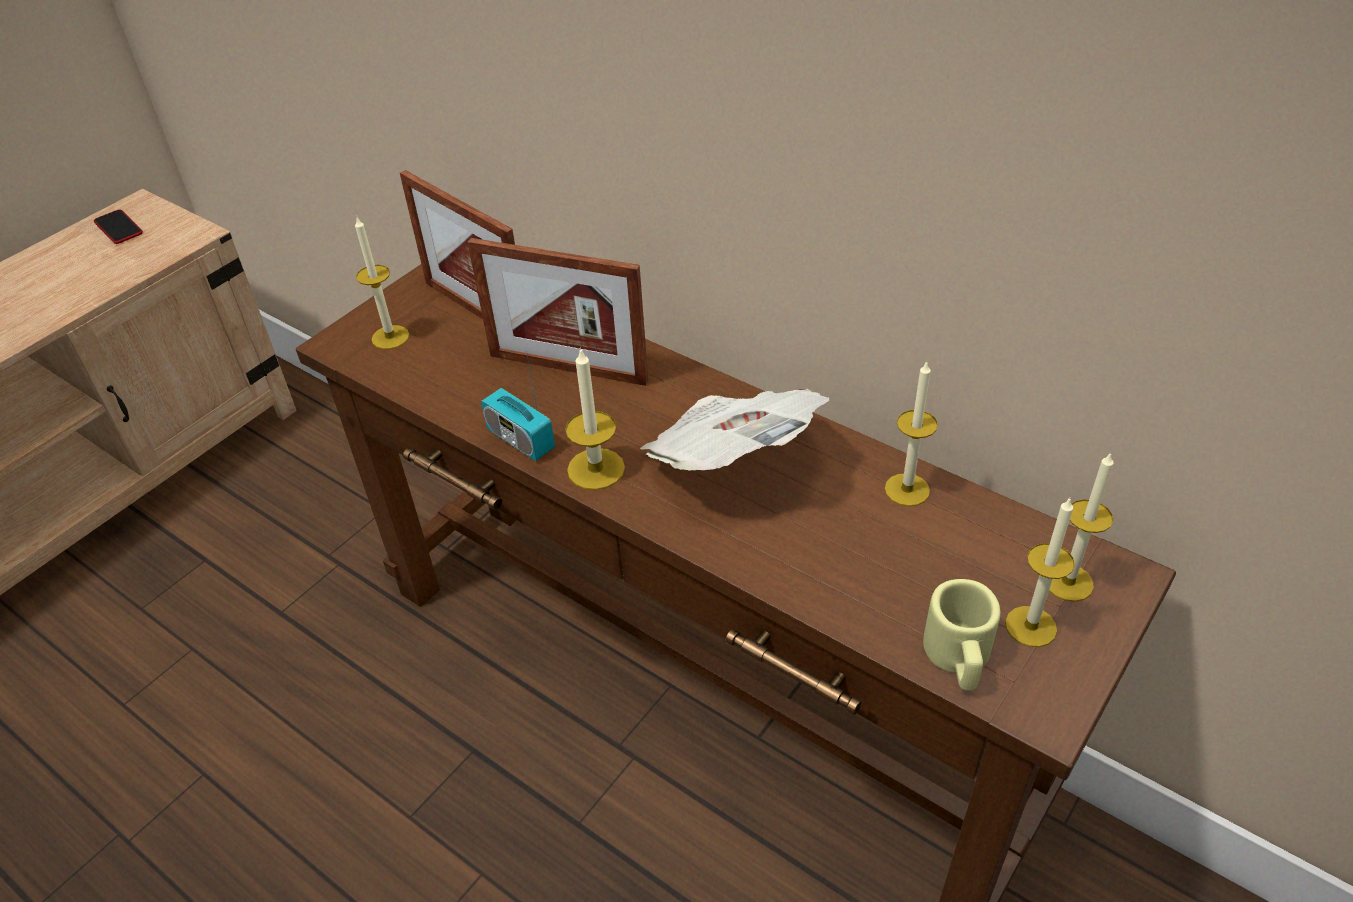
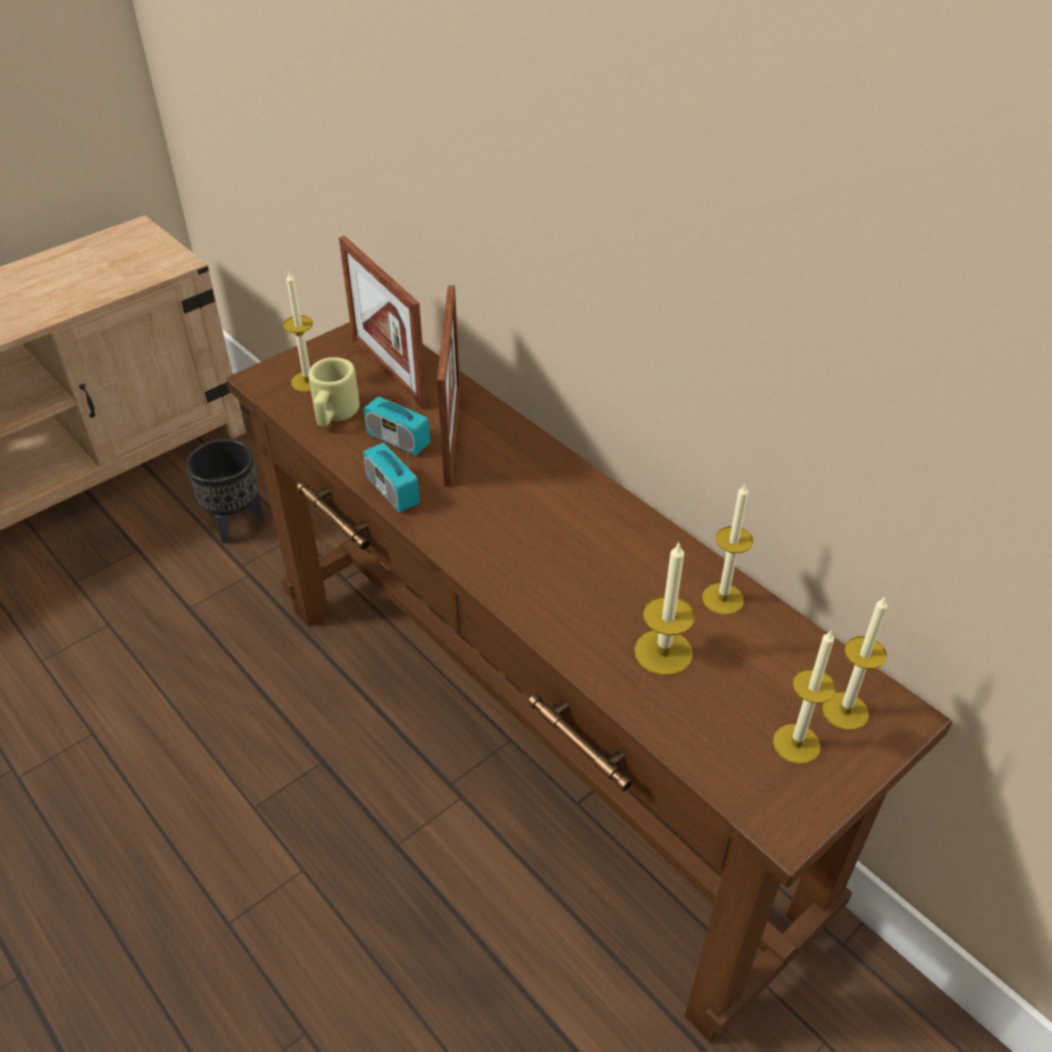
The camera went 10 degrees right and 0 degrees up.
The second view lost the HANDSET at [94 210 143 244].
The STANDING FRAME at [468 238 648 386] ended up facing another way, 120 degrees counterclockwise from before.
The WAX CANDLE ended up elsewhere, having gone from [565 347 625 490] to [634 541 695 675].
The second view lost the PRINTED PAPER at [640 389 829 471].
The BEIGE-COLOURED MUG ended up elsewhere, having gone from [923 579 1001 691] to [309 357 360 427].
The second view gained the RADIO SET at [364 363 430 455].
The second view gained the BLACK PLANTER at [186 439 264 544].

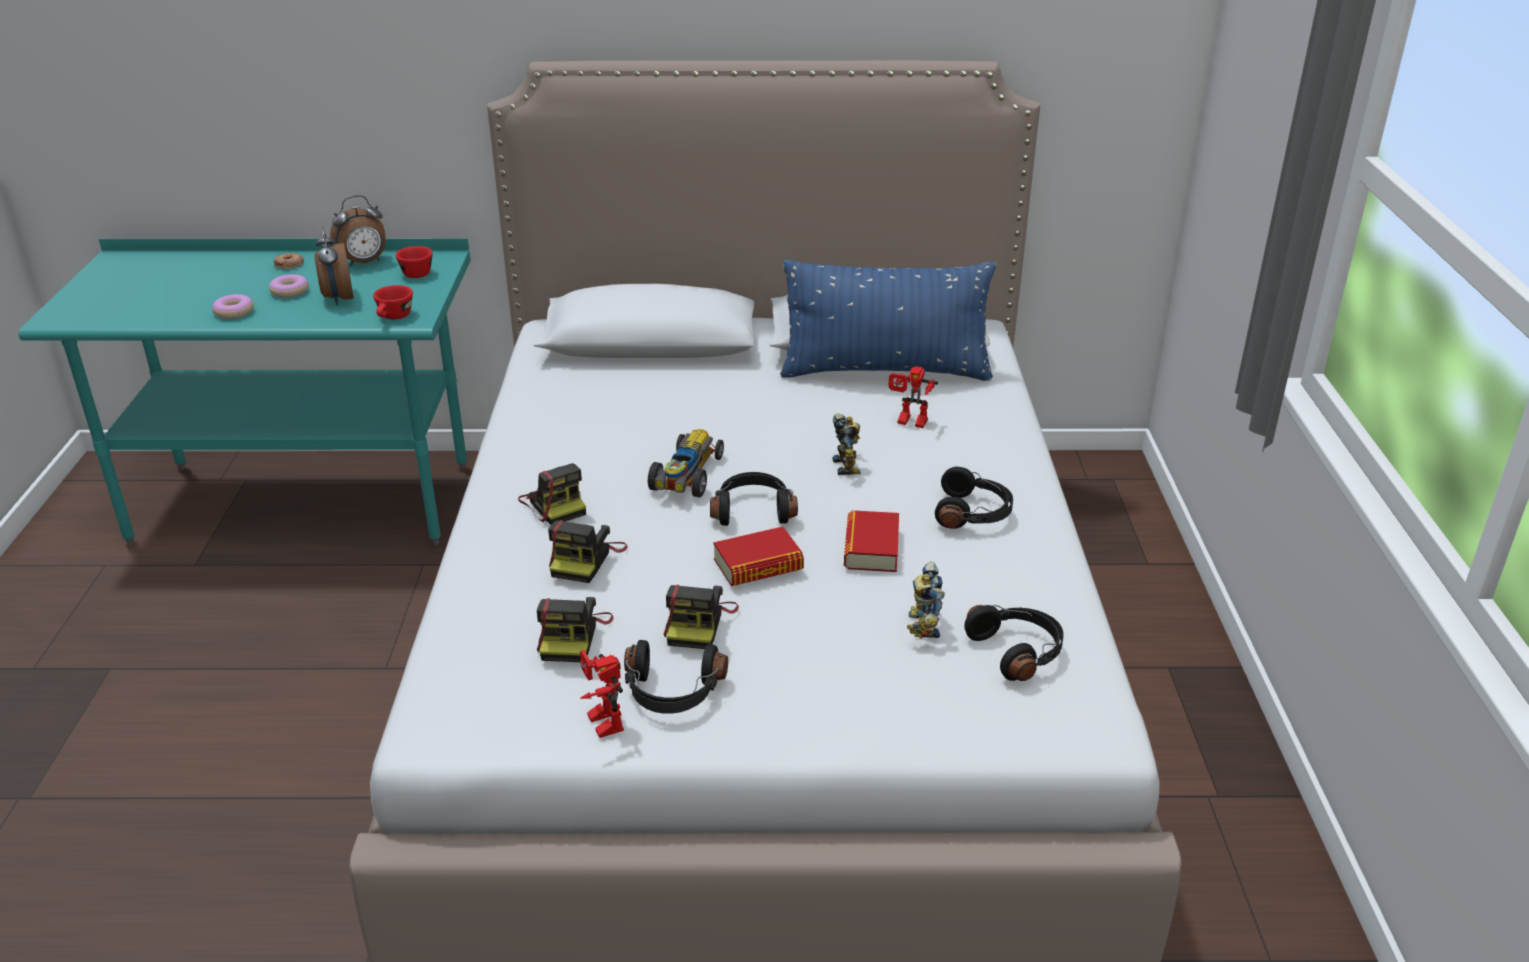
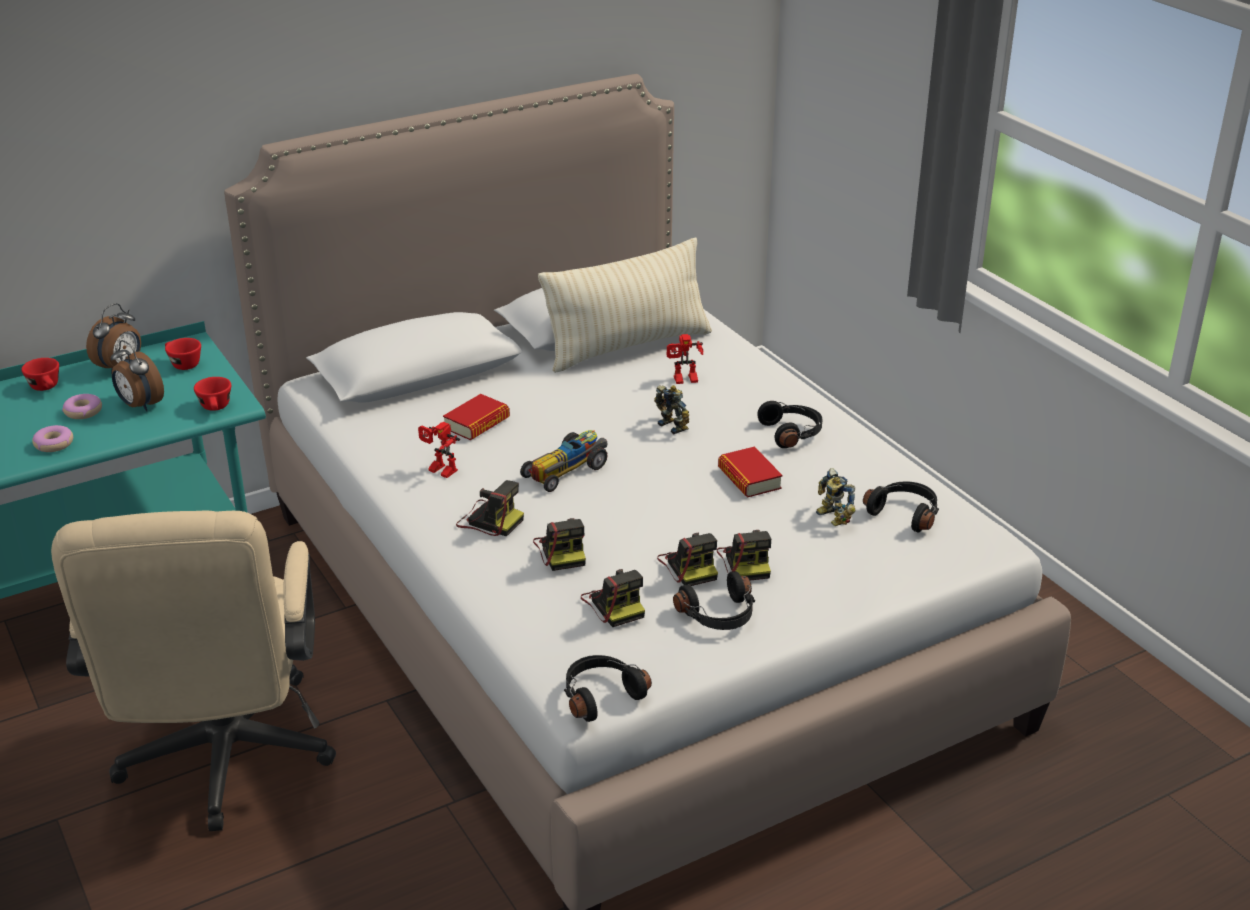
The camera went 30 degrees left and 0 degrees up.
Where the DOUGHNUT stood at [274 253 304 269], the RED SMALL CUP came to stand at [21 358 59 391].
What was the BLUISH CUSHION at [780 260 996 381] turned into the BEIGE-COLOURED CUSHION at [538 238 712 373].
The MODEL CAR at [648 429 724 498] ended up facing another way, 120 degrees counterclockwise from before.
The BLACK PAIR OF HEADPHONES ended up elsewhere, having gone from [710 472 798 526] to [564 655 652 722].
The BOUND BOOK ended up elsewhere, having gone from [713 527 804 586] to [443 394 510 440].
The ROBOT FIGURE ended up elsewhere, having gone from [580 650 624 738] to [418 422 460 478].
The second view gained the BEIGE-COLOURED COMPUTER CHAIR at [51 510 336 831].
The second view gained the STILL CAMERA at [717 530 771 580].

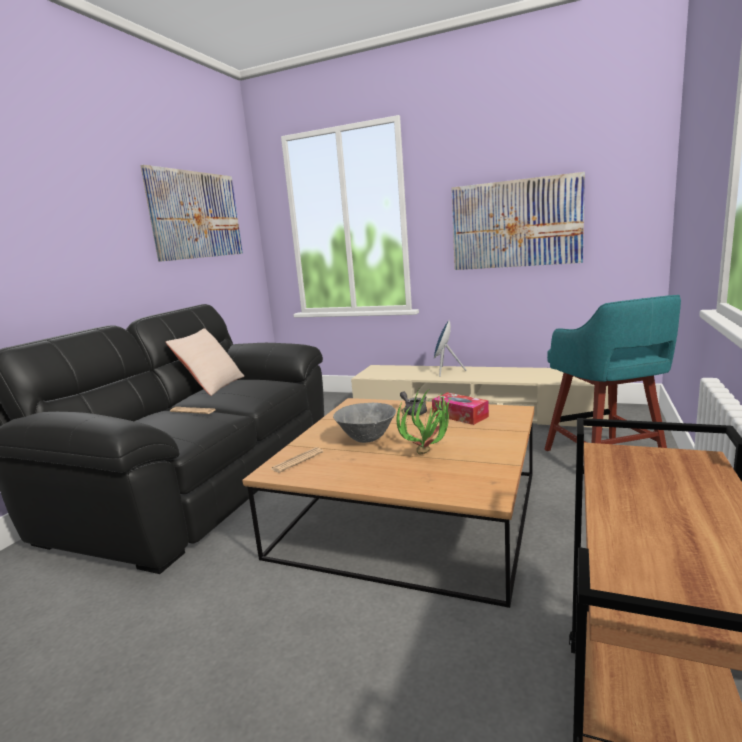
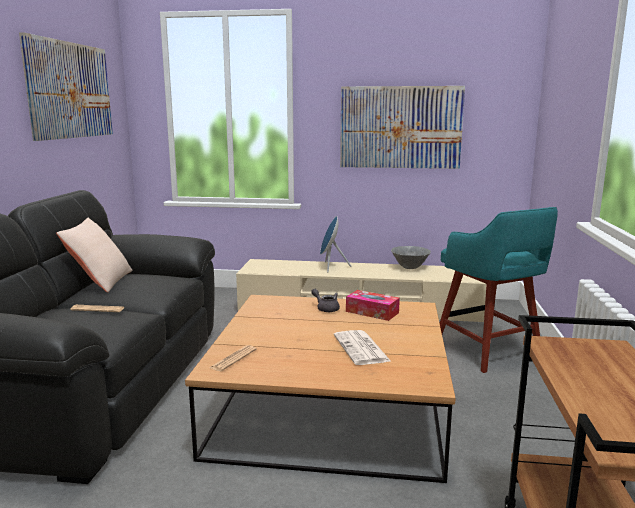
The camera went 15 degrees left and 0 degrees up.
Where the PLANT IN A POT stood at [397 387 452 455], the PRINTED PAPER came to stand at [334 330 390 365].
The GRAY BOWL ended up elsewhere, having gone from [333 403 396 443] to [391 246 431 269].

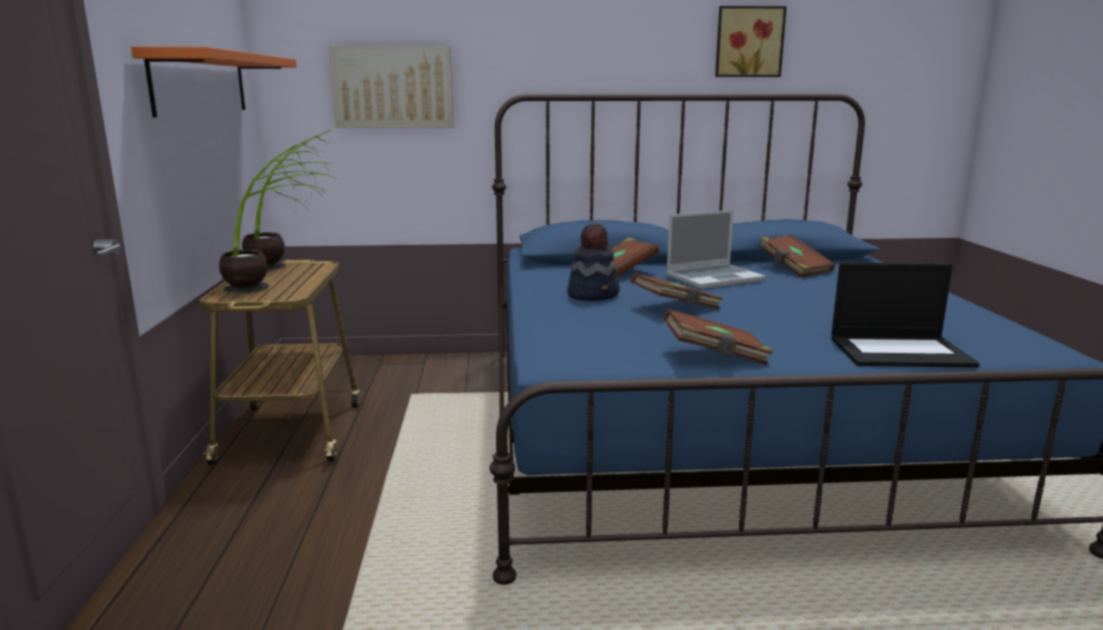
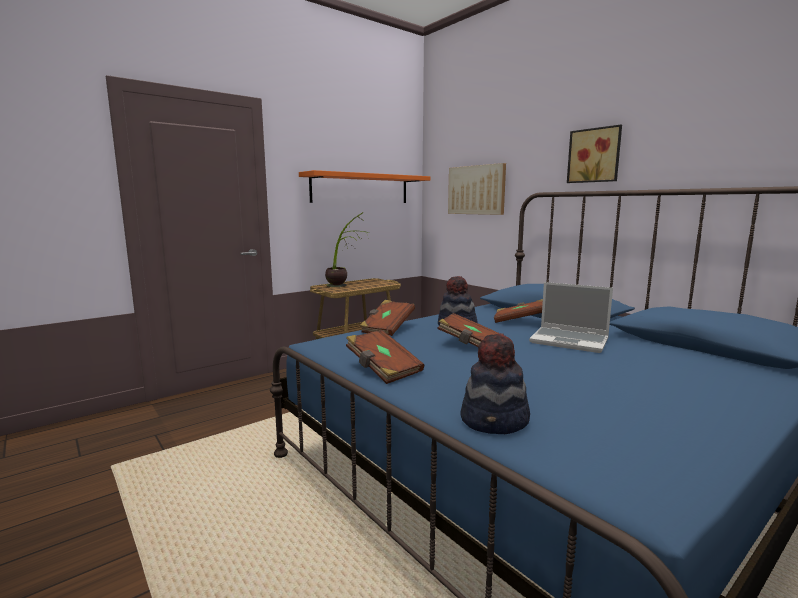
The camera went 55 degrees right and 5 degrees down.
The PICTURE ended up elsewhere, having gone from [715 6 787 77] to [567 124 622 183].
The second view lost the PLANT IN A POT at [242 129 338 270].
The BROWN-COLOURED BOUND BOOK ended up elsewhere, having gone from [759 235 835 277] to [360 300 415 336].
Where the LAPTOP stood at [831 262 980 368], the CLOTHING HAT came to stand at [460 333 530 434].

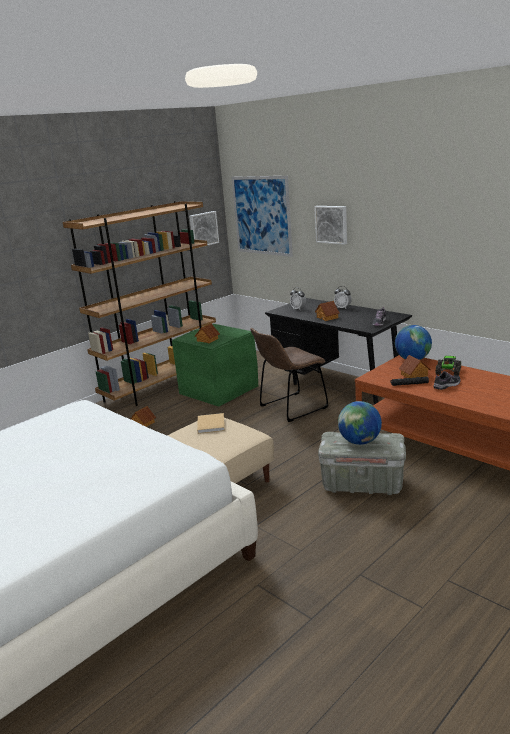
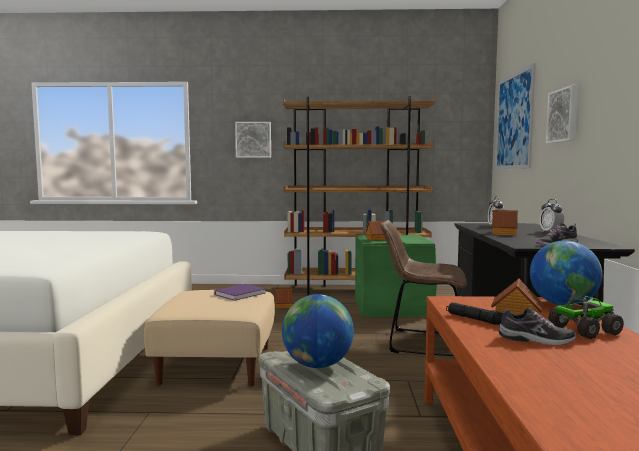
The camera went 45 degrees right and 15 degrees down.
The PICTURE ended up elsewhere, having gone from [189 211 219 248] to [235 122 271 158].
What was the BEIGE-COLOURED BOUND BOOK at [197 413 225 434] turned into the PURPLE BOUND BOOK at [214 284 266 301].

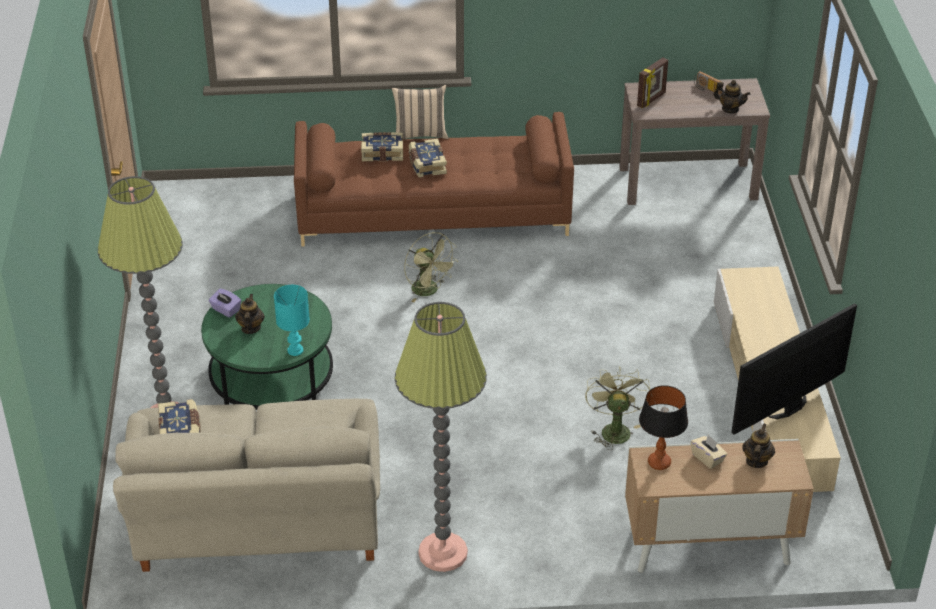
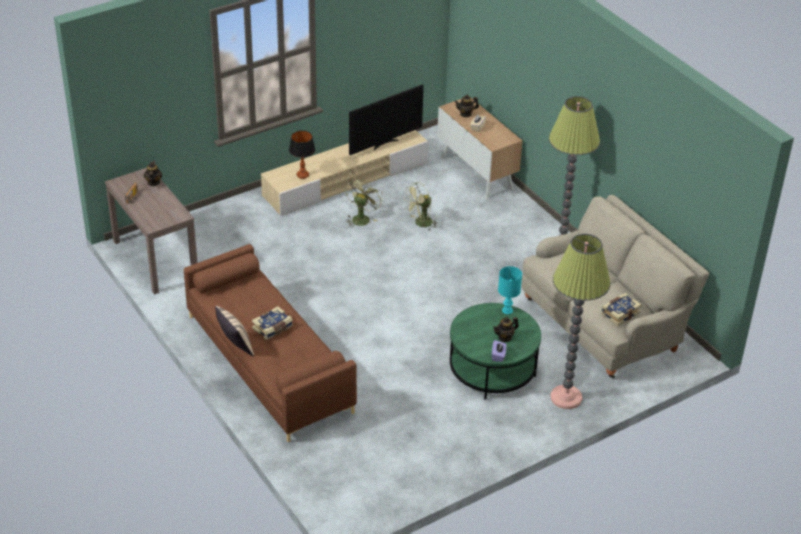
The camera went 120 degrees left and 0 degrees up.
The second view lost the STANDING FRAME at [637 57 668 108].
The second view lost the BOUND BOOK at [361 132 403 162].
The GREEN-COLOURED COOLING FAN ended up elsewhere, having gone from [404 232 457 302] to [345 178 383 226].
The TV SET at [731 303 857 435] ended up facing another way, 60 degrees counterclockwise from before.
The LAMP FOR A TABLE ended up elsewhere, having gone from [639 385 688 470] to [289 131 315 179].

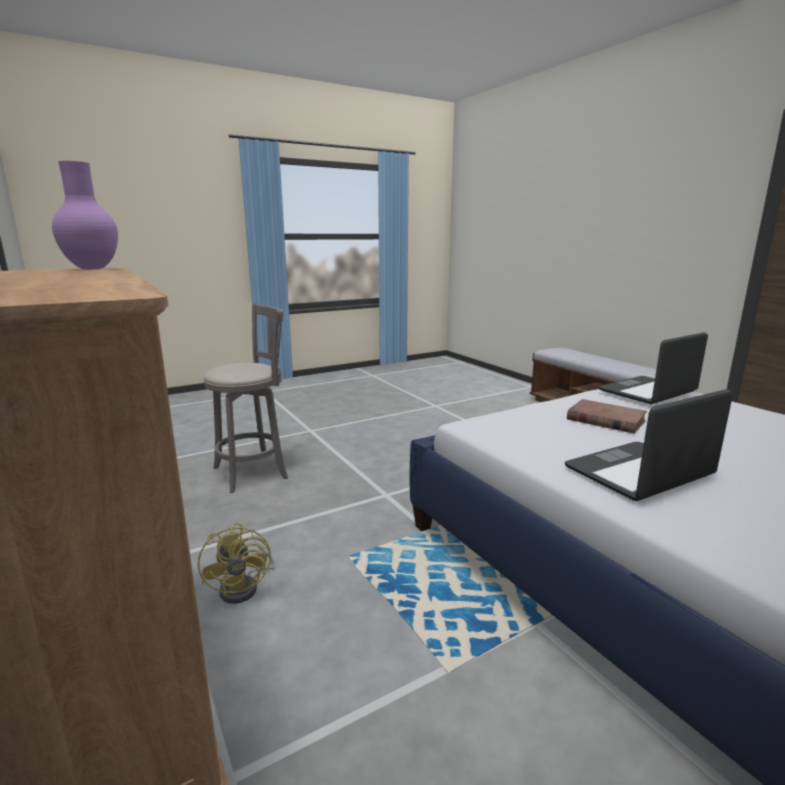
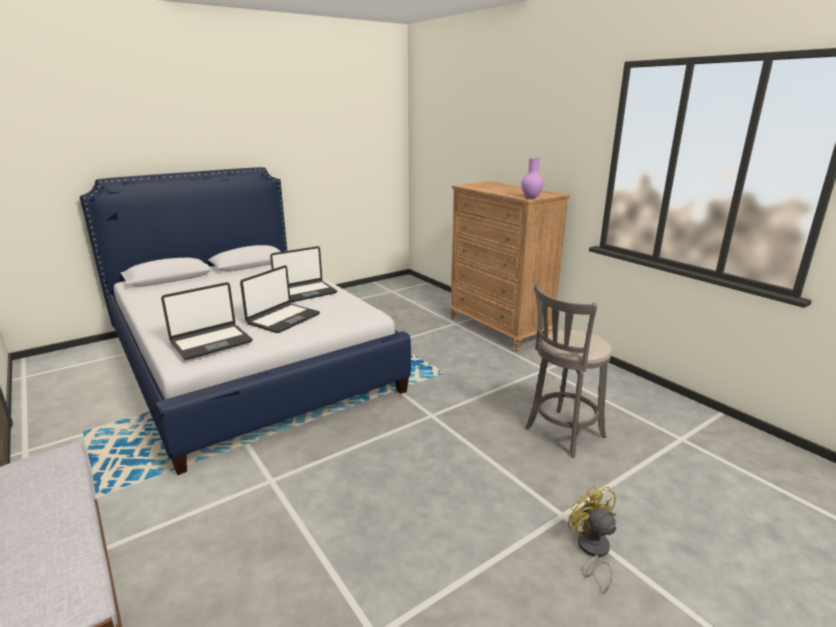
The camera went 175 degrees right and 5 degrees up.
Where the BROWN-COLOURED BOUND BOOK stood at [567 399 647 434], the LAPTOP came to stand at [240 265 320 333].
The YELLOWISH COOLING FAN ended up elsewhere, having gone from [198 523 275 604] to [568 485 617 594].

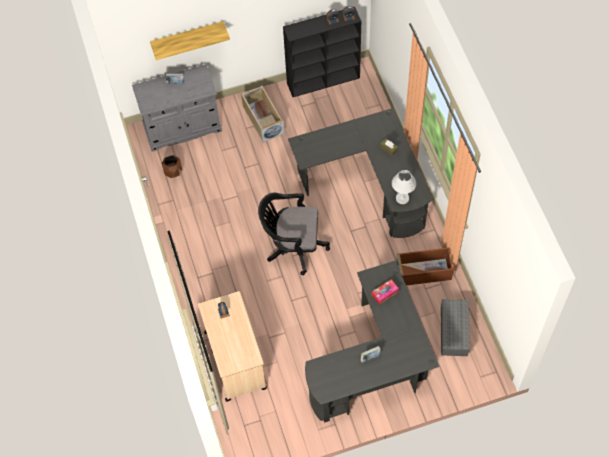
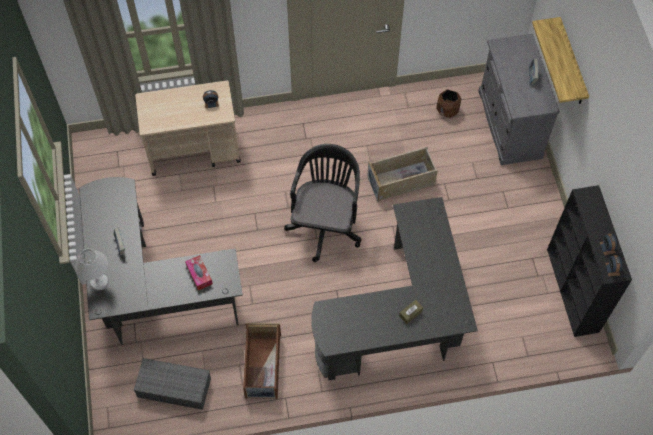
The camera went 95 degrees right and 0 degrees up.
The BEIGE-COLOURED STORAGE BIN ended up elsewhere, having gone from [241 86 285 143] to [367 147 438 202].
The WHITE LAMP FOR A TABLE ended up elsewhere, having gone from [392 170 416 204] to [75 249 108 290].

